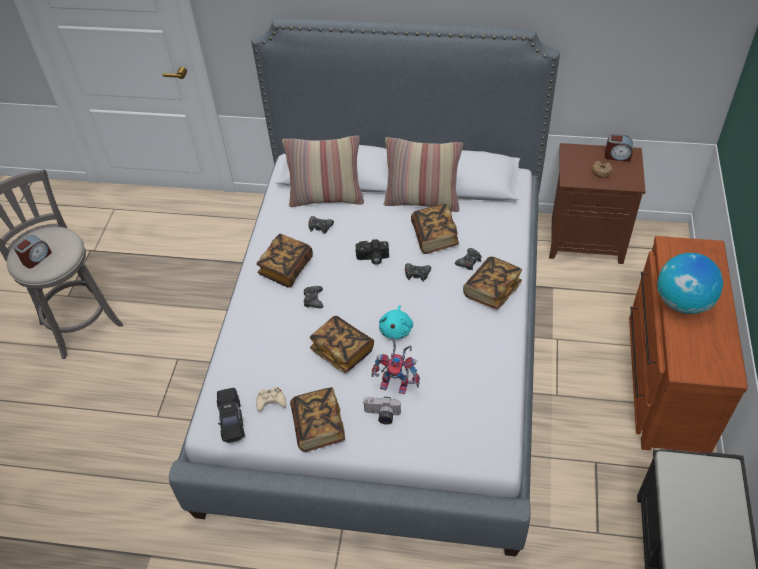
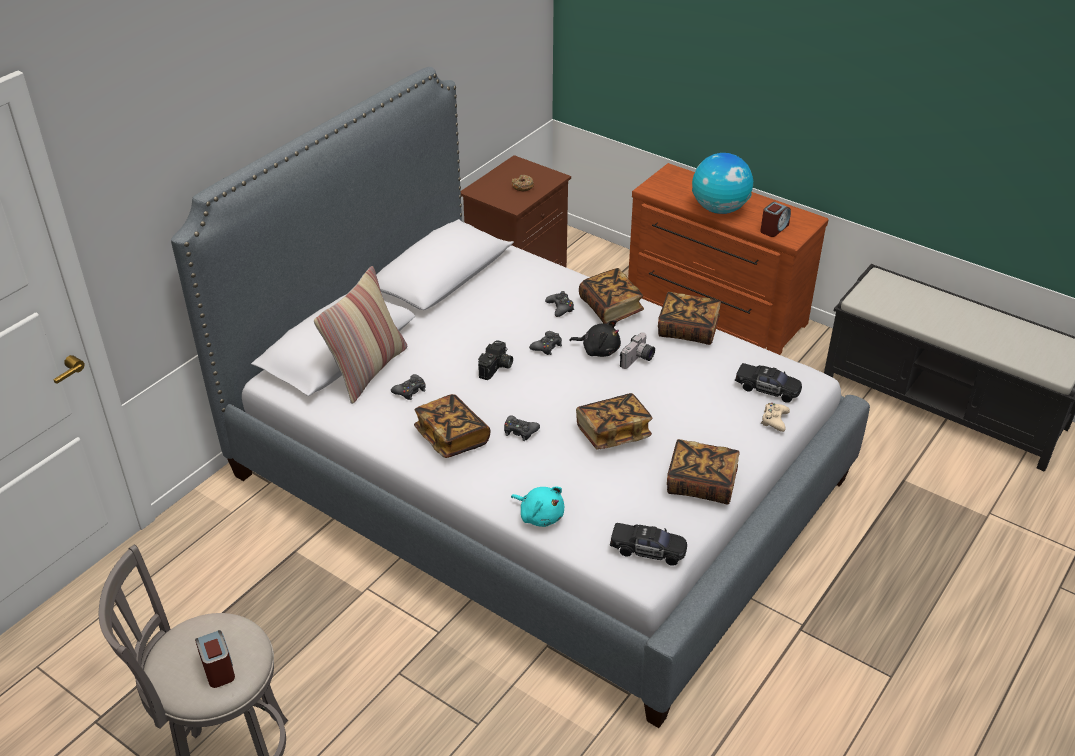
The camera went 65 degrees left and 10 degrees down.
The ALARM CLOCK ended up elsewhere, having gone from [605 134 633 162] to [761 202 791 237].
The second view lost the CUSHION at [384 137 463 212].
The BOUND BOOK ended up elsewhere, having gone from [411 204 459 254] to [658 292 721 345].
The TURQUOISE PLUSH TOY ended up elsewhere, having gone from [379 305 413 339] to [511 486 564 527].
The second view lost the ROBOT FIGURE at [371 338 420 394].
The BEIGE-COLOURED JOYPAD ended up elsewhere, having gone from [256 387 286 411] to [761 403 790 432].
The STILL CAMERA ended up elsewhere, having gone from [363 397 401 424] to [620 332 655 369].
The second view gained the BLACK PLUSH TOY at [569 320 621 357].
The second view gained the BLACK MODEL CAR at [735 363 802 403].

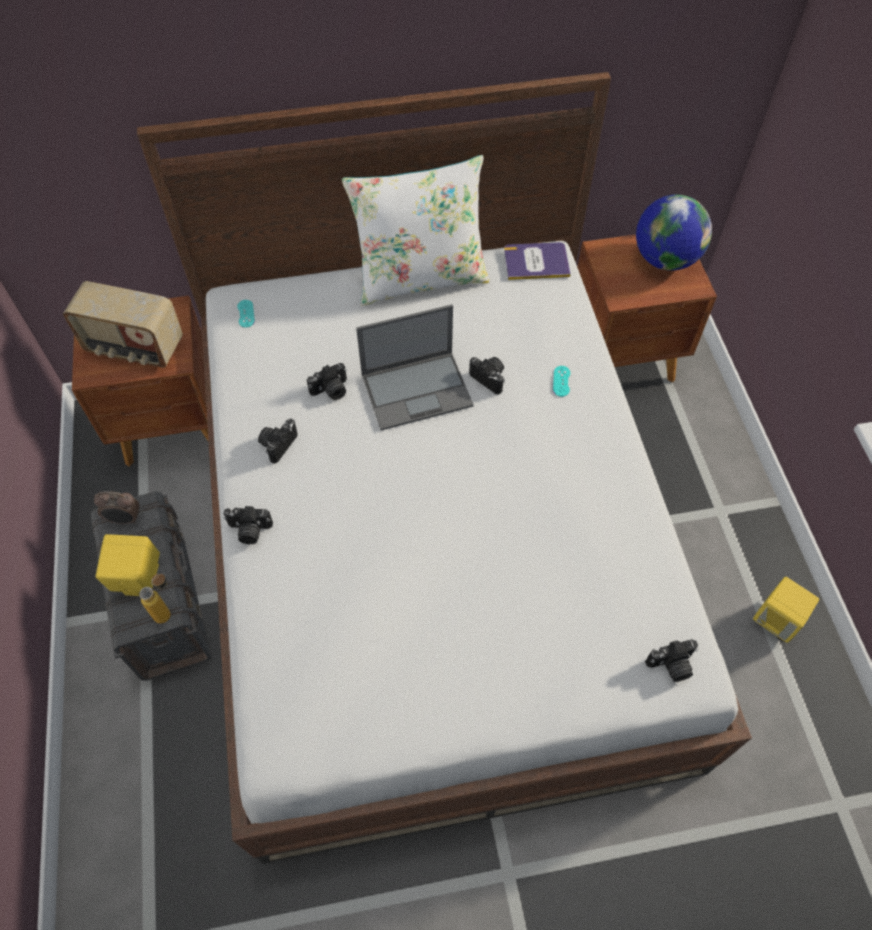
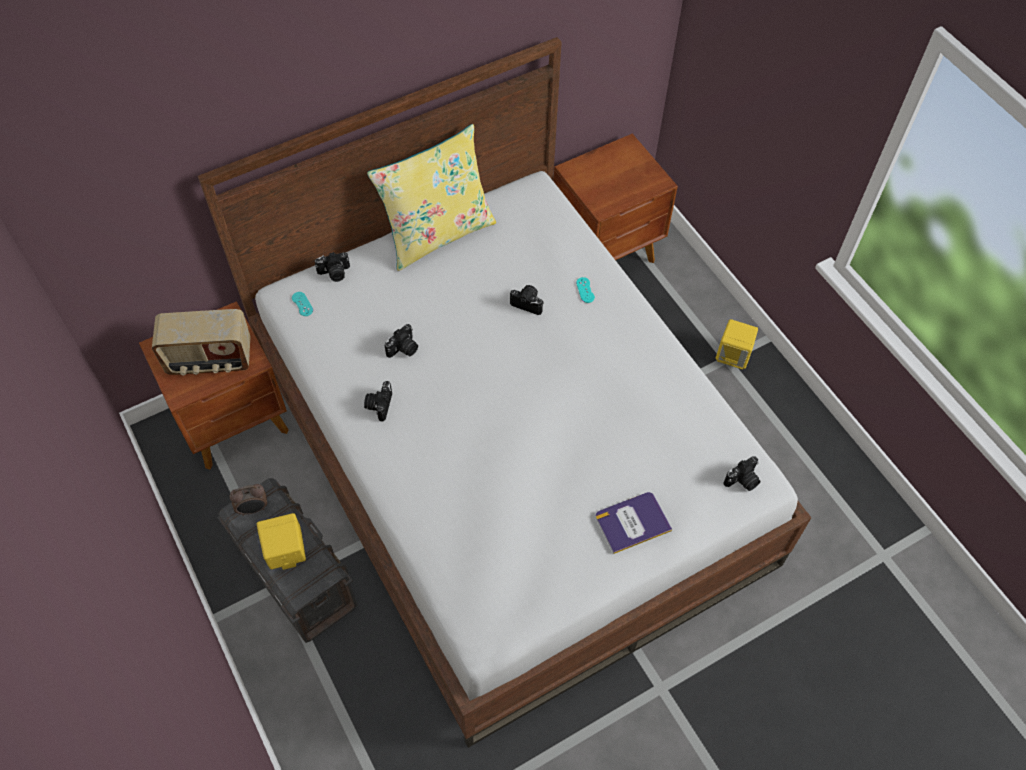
The camera went 20 degrees left and 0 degrees up.
What was the WHITE CUSHION at [342 155 490 306] turned into the YELLOWISH CUSHION at [367 124 496 271].
The second view lost the DESK GLOBE at [636 195 712 271].
The BOUND BOOK ended up elsewhere, having gone from [504 242 571 280] to [596 492 672 554].
The second view lost the LAPTOP at [356 304 474 430].
The STILL CAMERA ended up elsewhere, having gone from [224 505 273 544] to [314 252 350 282].
The second view lost the DRINK BOTTLE at [139 573 171 623].
The YELLOWISH LOUDSPEAKER ended up elsewhere, having gone from [753 577 819 643] to [716 319 758 369].

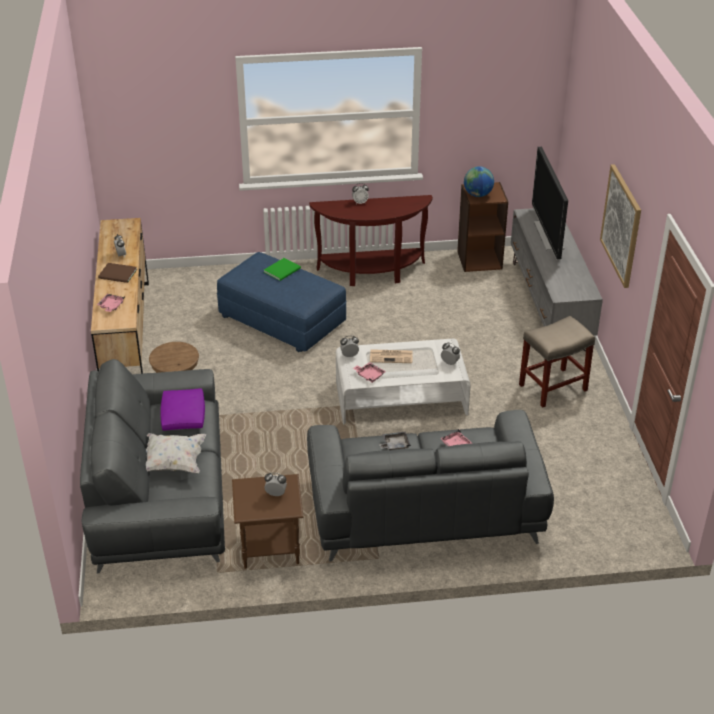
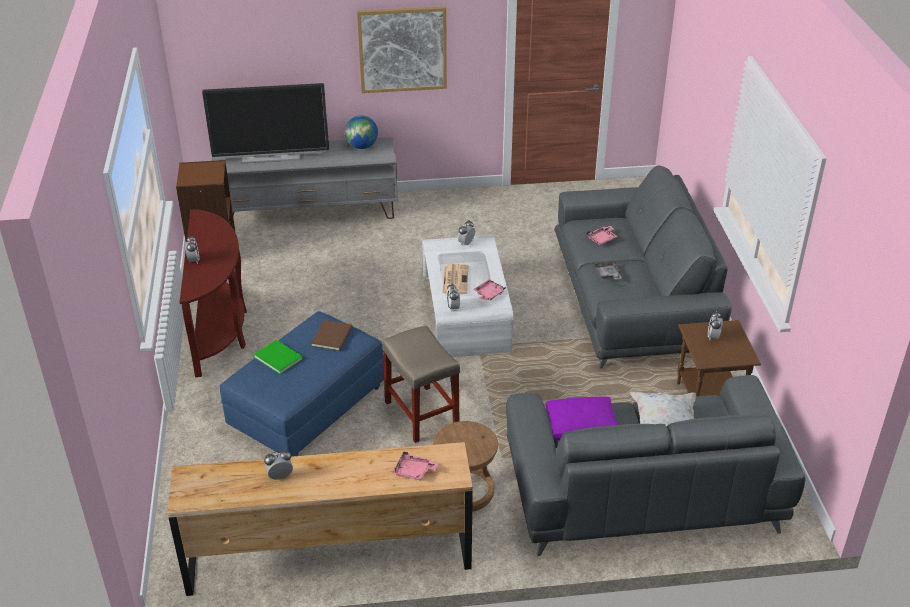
The camera went 90 degrees left and 0 degrees up.
The DESK GLOBE ended up elsewhere, having gone from [464 166 494 197] to [345 115 378 149].
The BROWN-COLOURED BOUND BOOK ended up elsewhere, having gone from [98 263 137 283] to [311 320 353 351].
The BEIGE-COLOURED SITTING STOOL ended up elsewhere, having gone from [519 316 595 407] to [382 325 460 443].

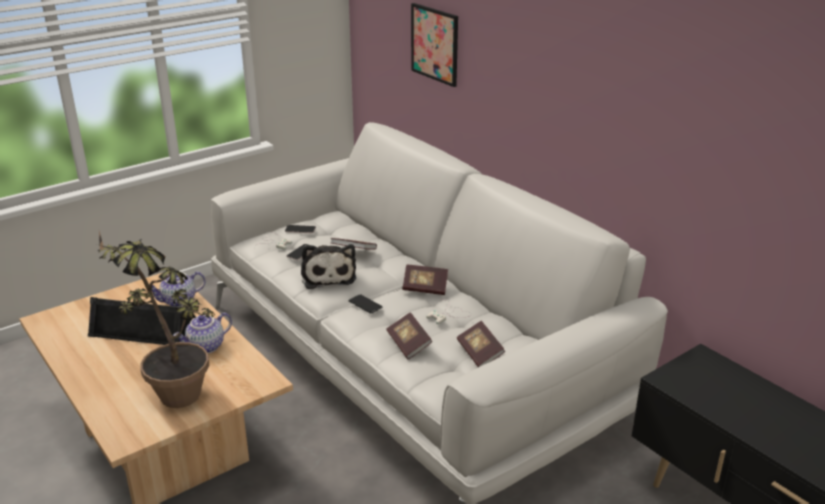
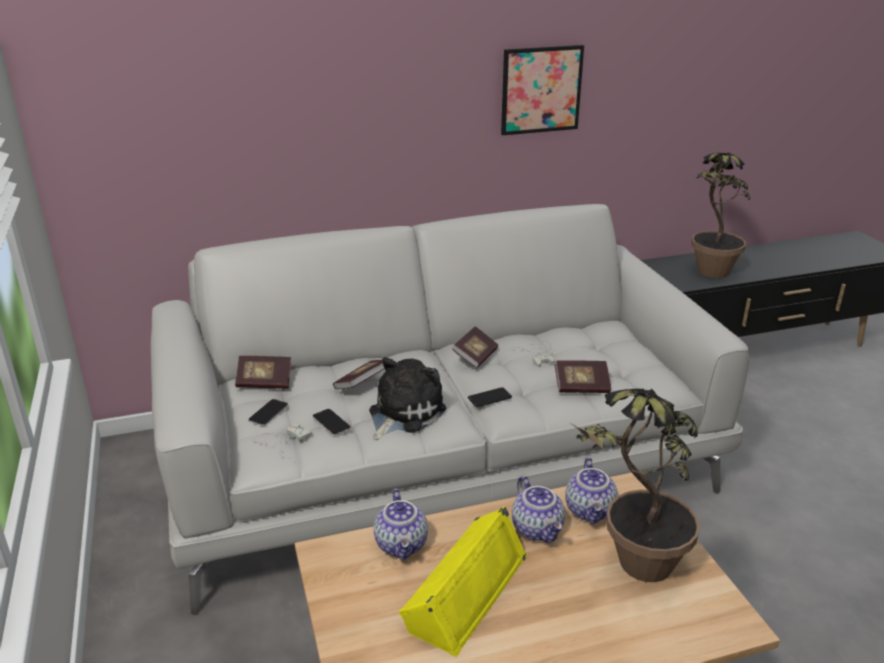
The camera went 70 degrees left and 0 degrees up.
The PICTURE ended up elsewhere, having gone from [411 3 458 87] to [501 45 584 135].
The PLUSH TOY at [301 244 356 289] ended up facing another way, 60 degrees counterclockwise from before.
What was the BLACK LOUDSPEAKER at [88 297 192 345] turned into the YELLOWISH LOUDSPEAKER at [399 506 527 657].
The BOUND BOOK ended up elsewhere, having gone from [457 321 505 367] to [235 356 291 389].
The second view gained the PLANT IN A POT at [691 153 750 278].
The second view gained the TEA POT at [565 457 618 524].

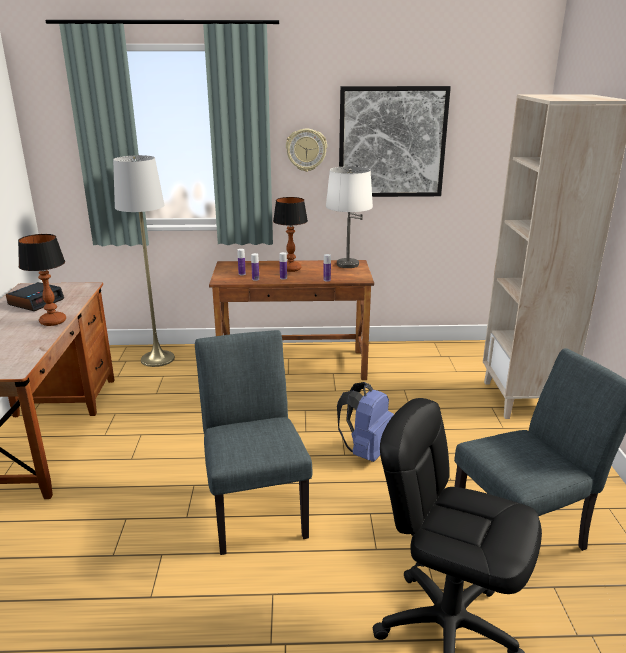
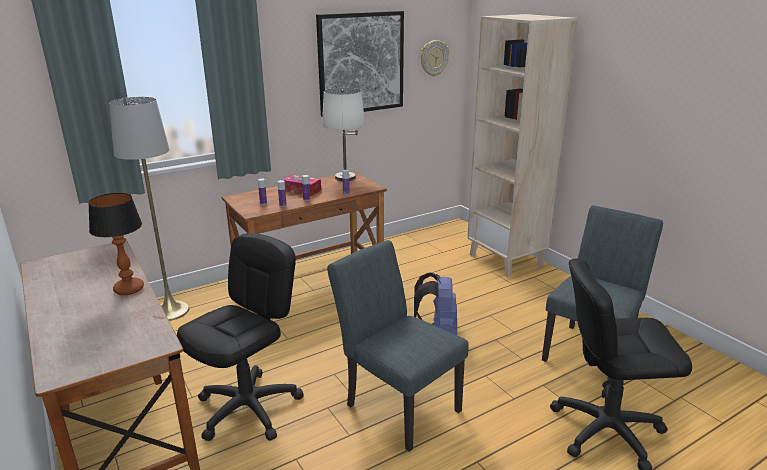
The camera went 30 degrees left and 0 degrees up.
The WALL CLOCK ended up elsewhere, having gone from [286 128 327 172] to [421 40 449 76].
Where the LAMP FOR A TABLE stood at [273 197 308 272], the BOX OF TISSUES came to stand at [282 175 321 196].
The second view lost the ALARM CLOCK at [6 282 64 311].
The second view gained the BLACK COMPUTER CHAIR at [177 233 304 441].

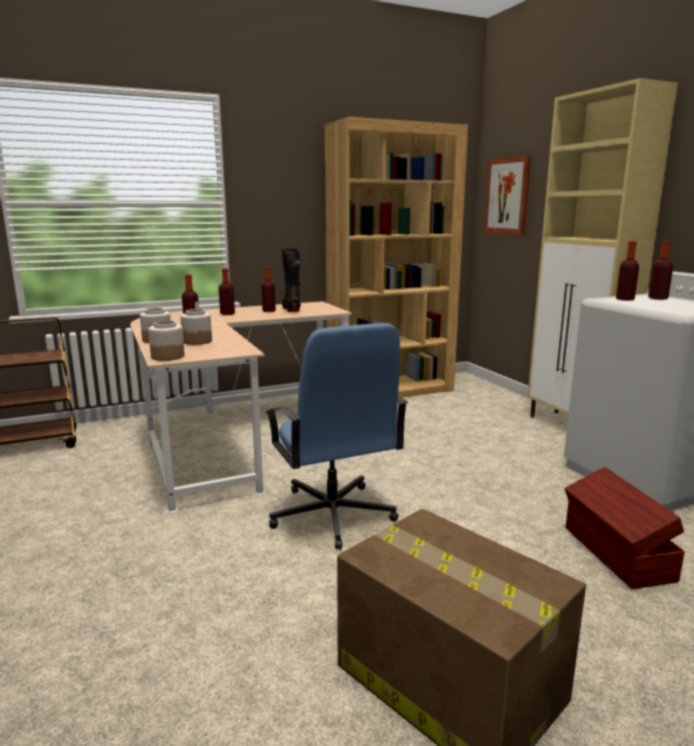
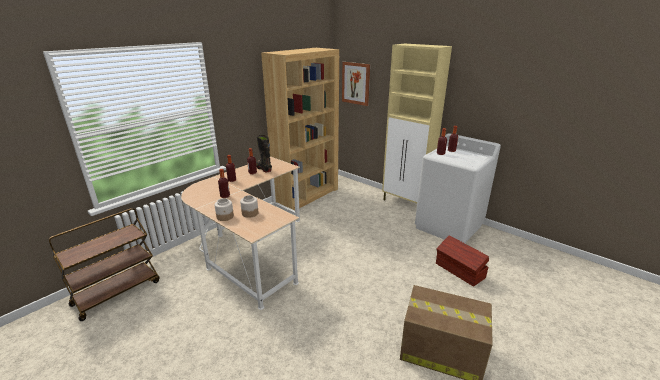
The camera went 25 degrees left and 10 degrees up.
The second view lost the JAR at [148 320 184 361].
The second view lost the BLUISH COMPUTER CHAIR at [265 323 408 550].

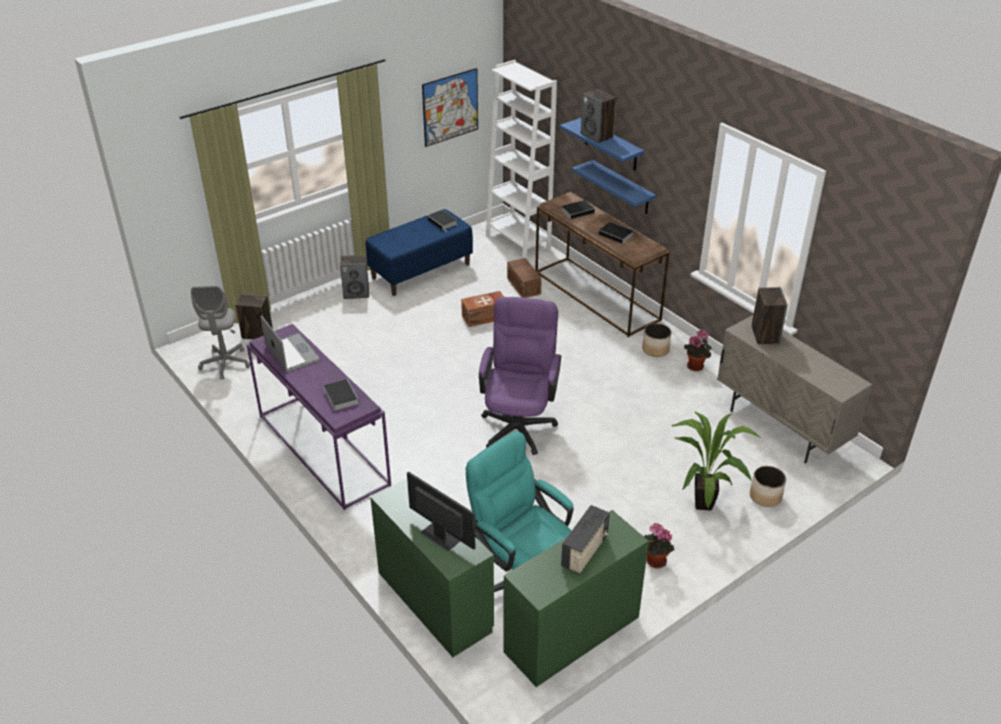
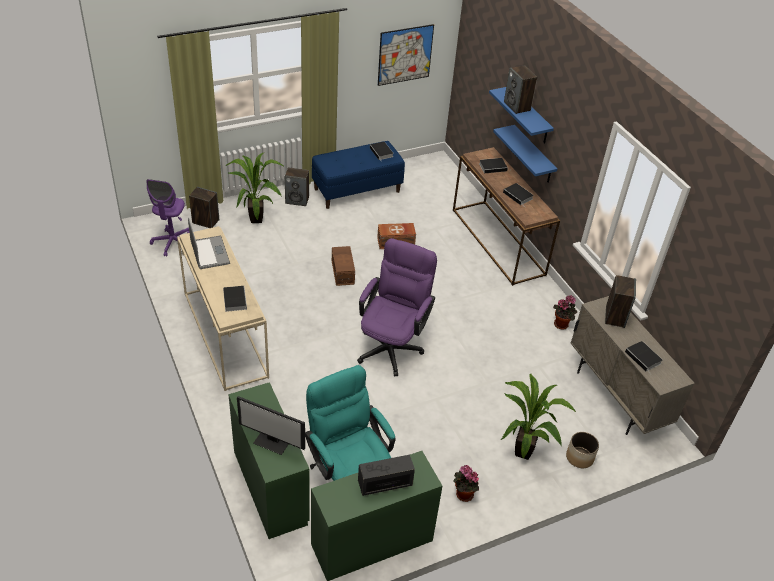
The camera went 10 degrees right and 5 degrees up.
The second view lost the WHITE SHELVING UNIT at [486 60 557 258].
The BROWN-COLOURED STORAGE BIN ended up elsewhere, having gone from [507 258 542 298] to [332 246 355 286].
What was the GRAY COMPUTER CHAIR at [191 286 250 380] turned into the PURPLE COMPUTER CHAIR at [146 179 189 257].
The second view lost the PLANTER at [642 323 671 357].
What was the PURPLE NARROW TABLE at [247 324 391 510] turned into the BEIGE-COLOURED NARROW TABLE at [177 226 269 391].
The COMPUTER DISPLAY at [407 471 475 551] ended up facing another way, 150 degrees clockwise from before.
The RADIO SET at [561 505 610 574] ended up facing another way, 150 degrees counterclockwise from before.
The second view gained the PLANT IN A POT at [226 152 283 223].
The second view gained the BOUND BOOK at [625 341 663 375].

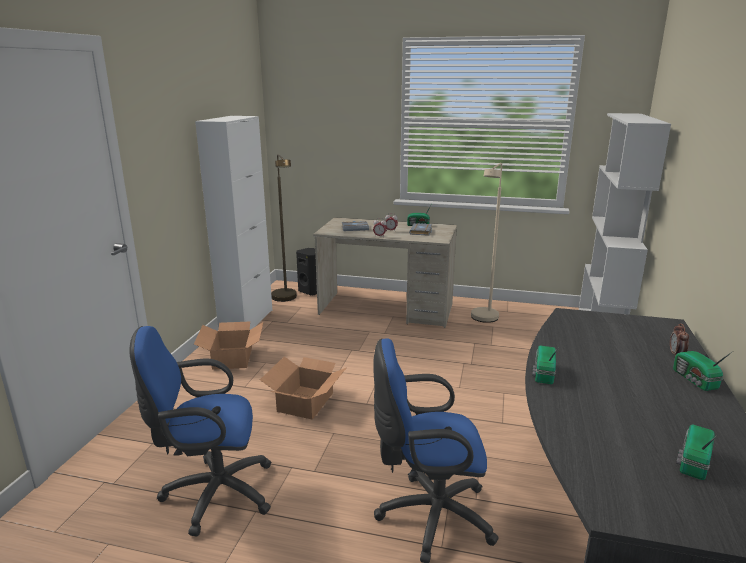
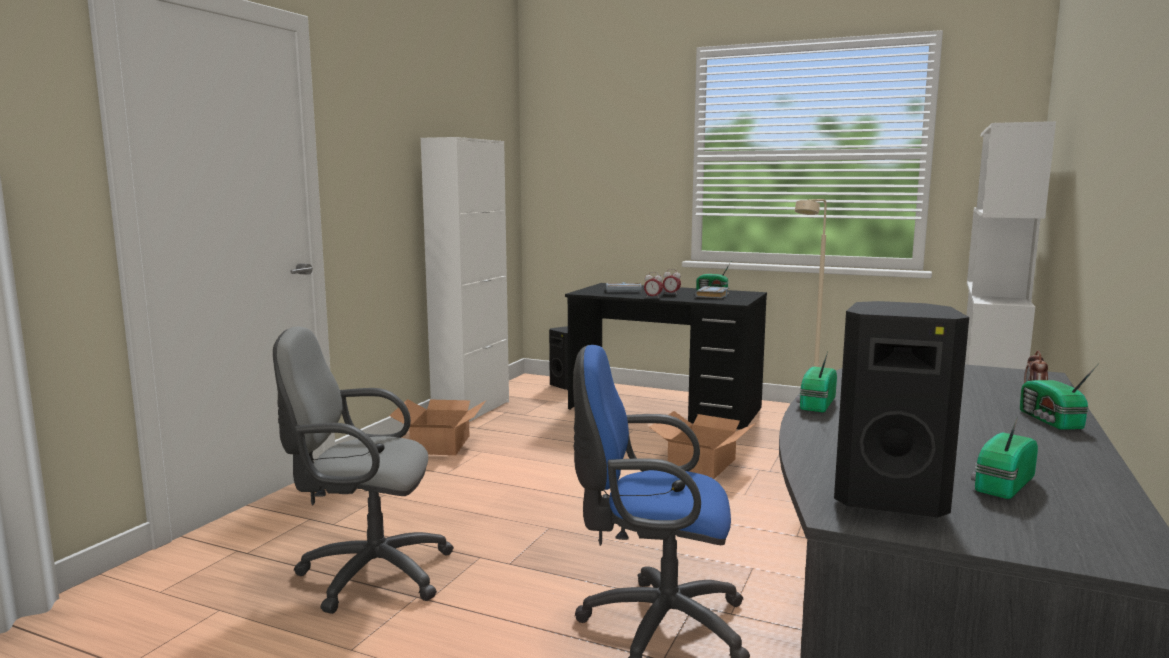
The camera went 10 degrees right and 10 degrees down.
The second view lost the BROWN-COLOURED STANDARD LAMP at [271 154 297 302].
What was the BEIGE-COLOURED DESK TABLE at [313 217 457 328] turned into the BLACK DESK TABLE at [565 283 767 430].
What was the BLUISH COMPUTER CHAIR at [129 326 272 536] turned into the GRAY COMPUTER CHAIR at [273 326 454 614].
The PACKING BOX ended up elsewhere, having gone from [260 357 346 420] to [649 411 756 479].
The second view gained the BLACK LOUDSPEAKER at [834 301 969 517].

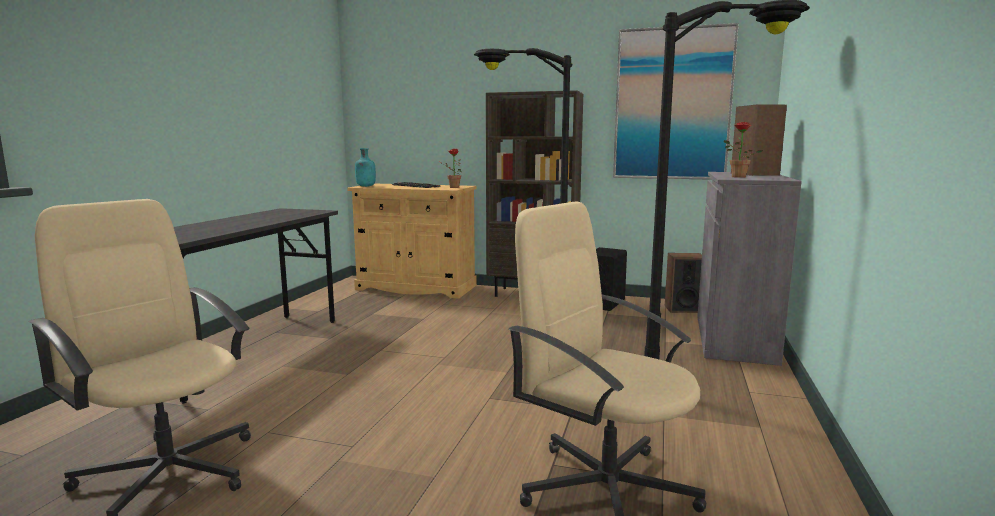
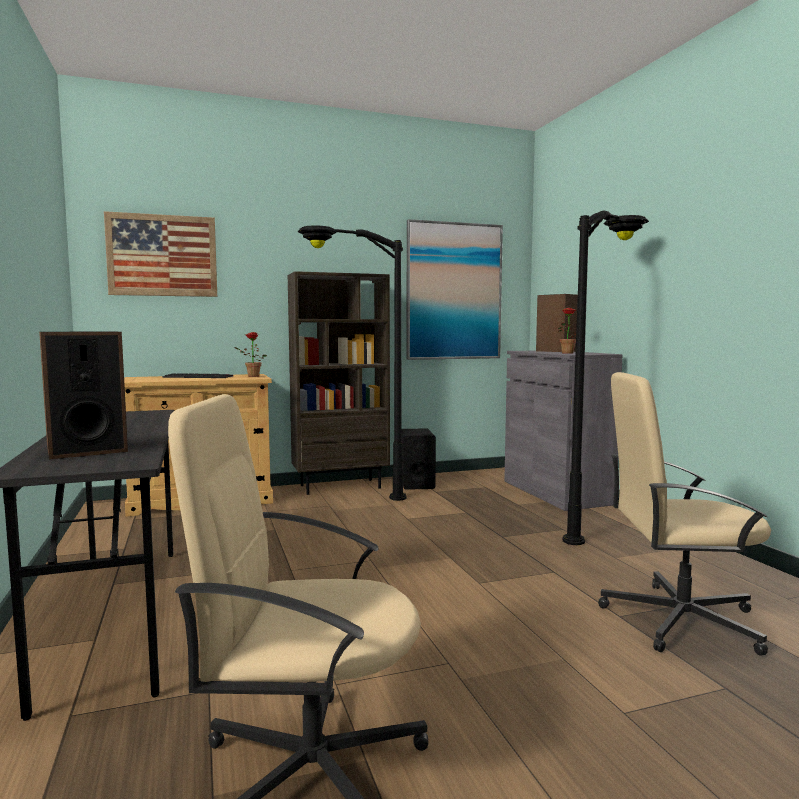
The camera went 35 degrees left and 5 degrees down.
The second view lost the TURQUOISE DRINK BOTTLE at [355 148 376 187].
The LOUDSPEAKER ended up elsewhere, having gone from [665 253 702 313] to [39 332 128 459].
The second view gained the PICTURE at [104 211 217 297].

